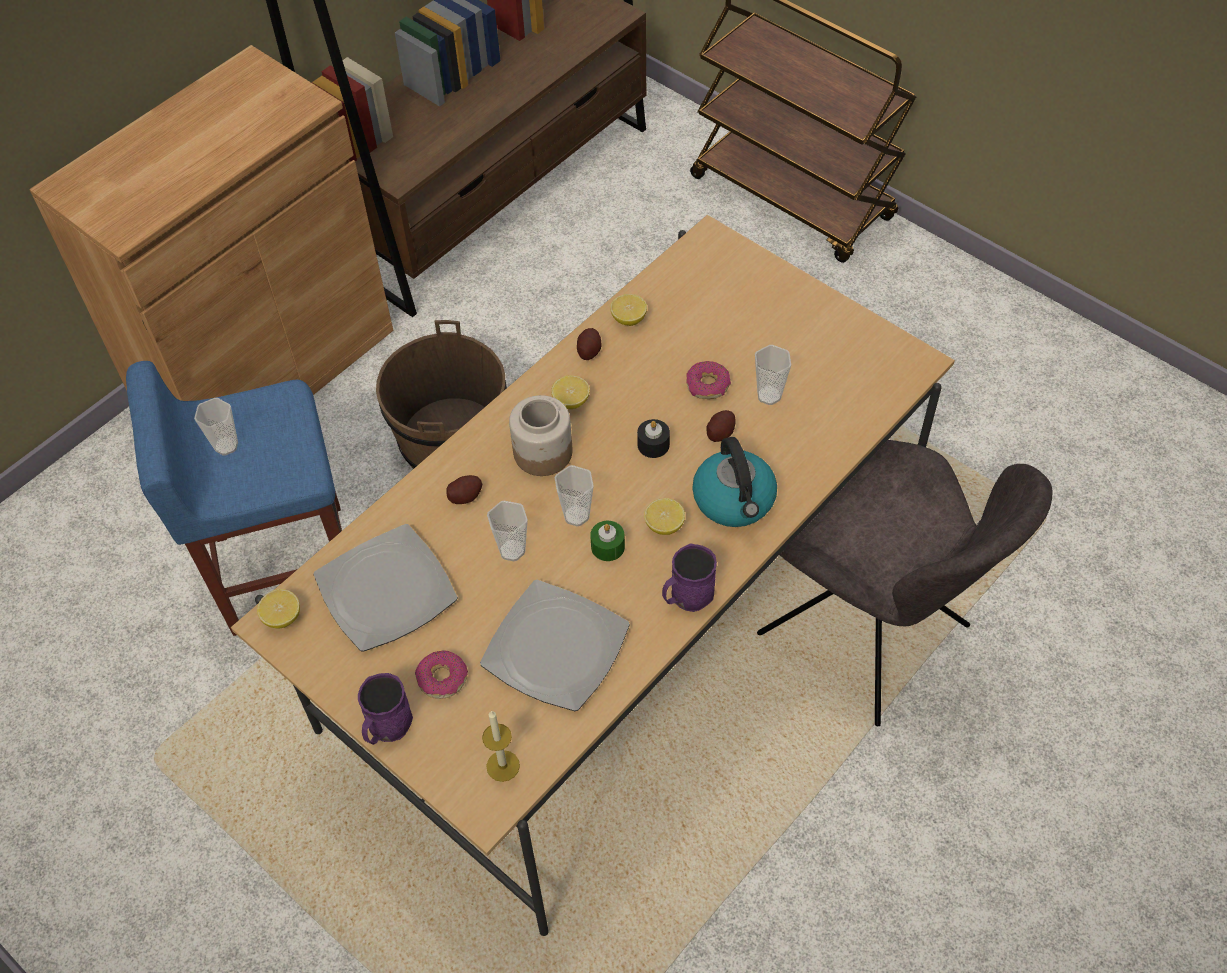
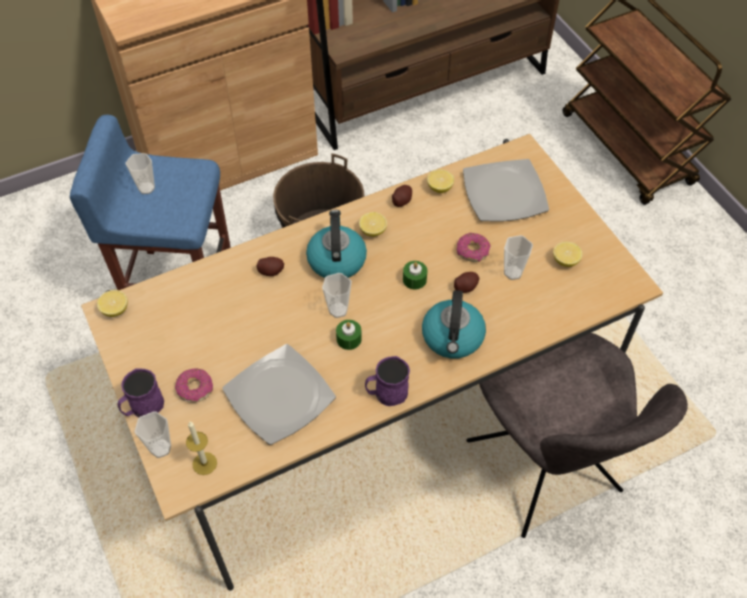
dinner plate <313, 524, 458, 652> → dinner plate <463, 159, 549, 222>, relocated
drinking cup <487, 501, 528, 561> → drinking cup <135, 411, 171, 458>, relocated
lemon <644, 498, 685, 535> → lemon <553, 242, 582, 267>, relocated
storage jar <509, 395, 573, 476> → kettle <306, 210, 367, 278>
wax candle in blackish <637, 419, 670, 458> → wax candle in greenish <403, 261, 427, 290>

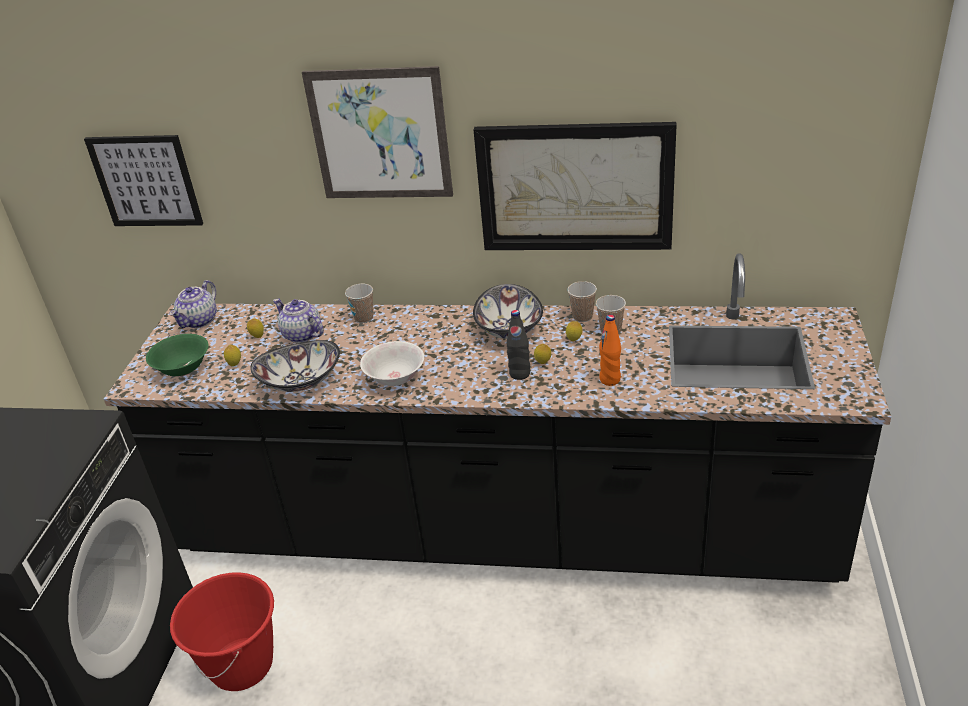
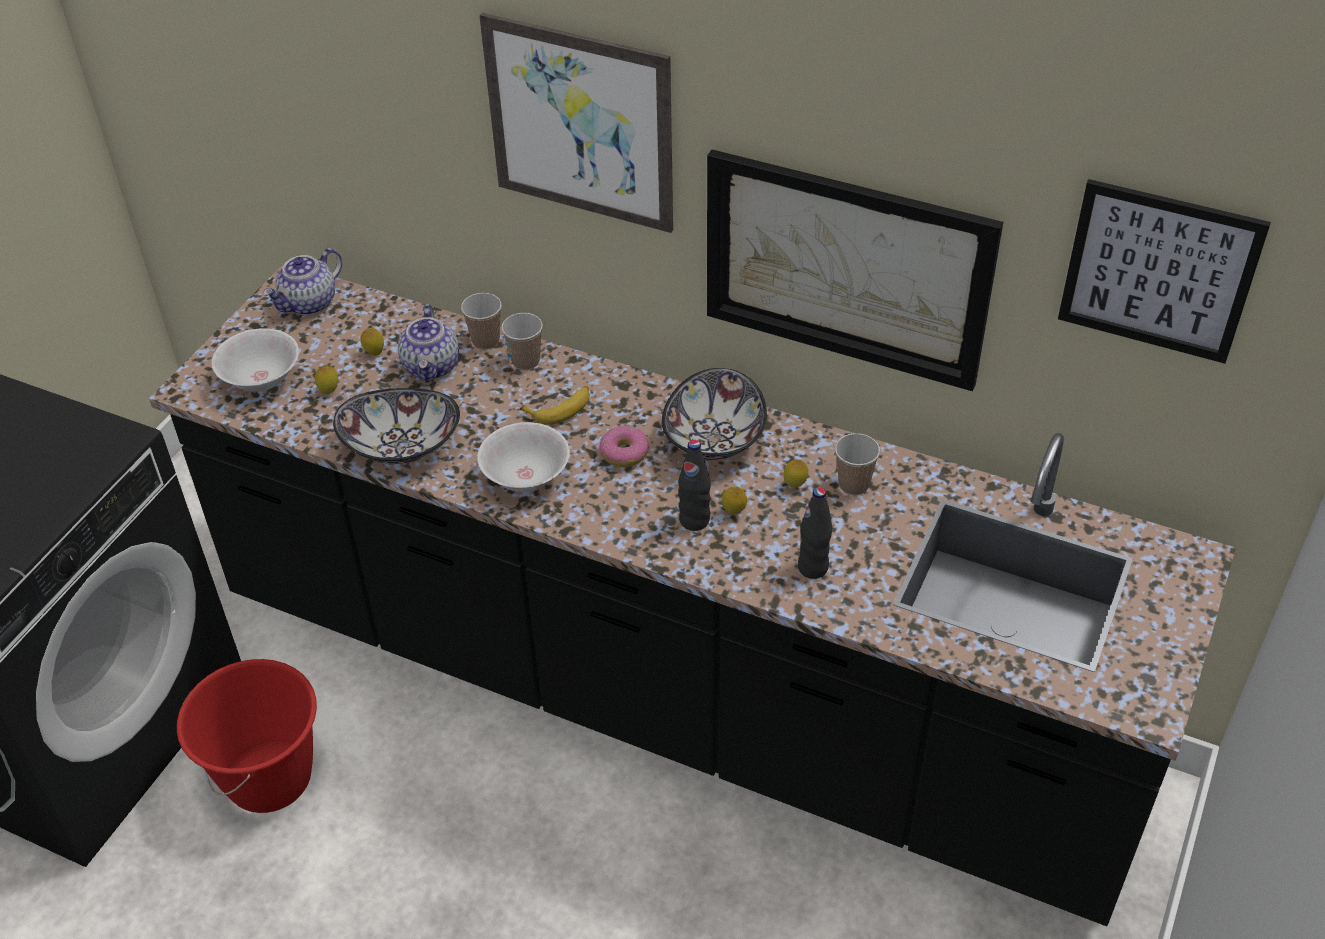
- → whole banana <520, 386, 590, 425>
- → ring doughnut <599, 426, 649, 467>
picture <84, 135, 203, 226> → picture <1058, 179, 1271, 364>, relocated
drinking cup <567, 281, 597, 322> → drinking cup <461, 293, 502, 350>, relocated
deep dish in greenish <146, 334, 209, 376> → deep dish in white <212, 328, 299, 392>
beverage bottle in orange <599, 315, 621, 386> → beverage bottle in blackish <798, 487, 832, 579>
teapot <273, 299, 324, 343> → teapot <398, 304, 459, 383>, 150 degrees counterclockwise

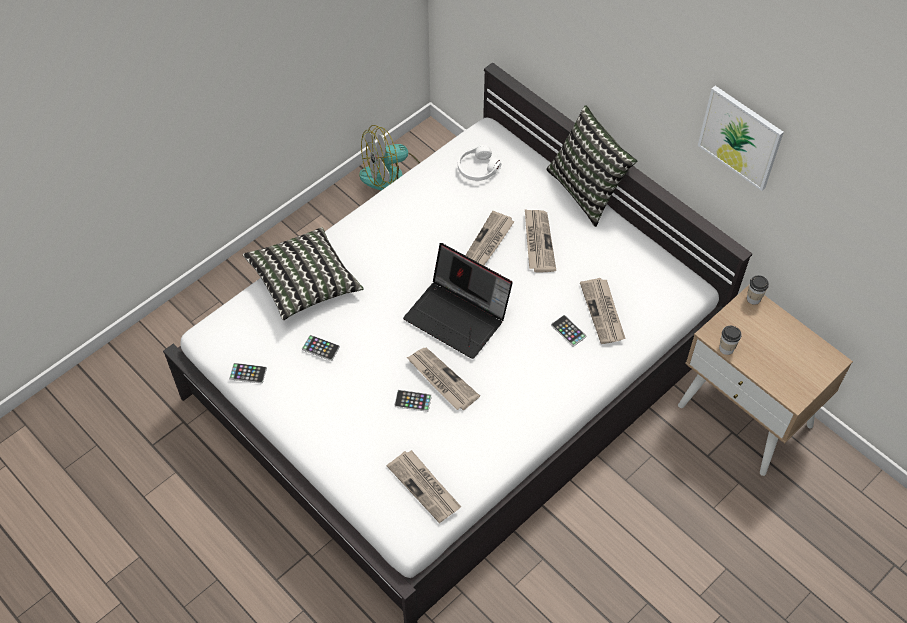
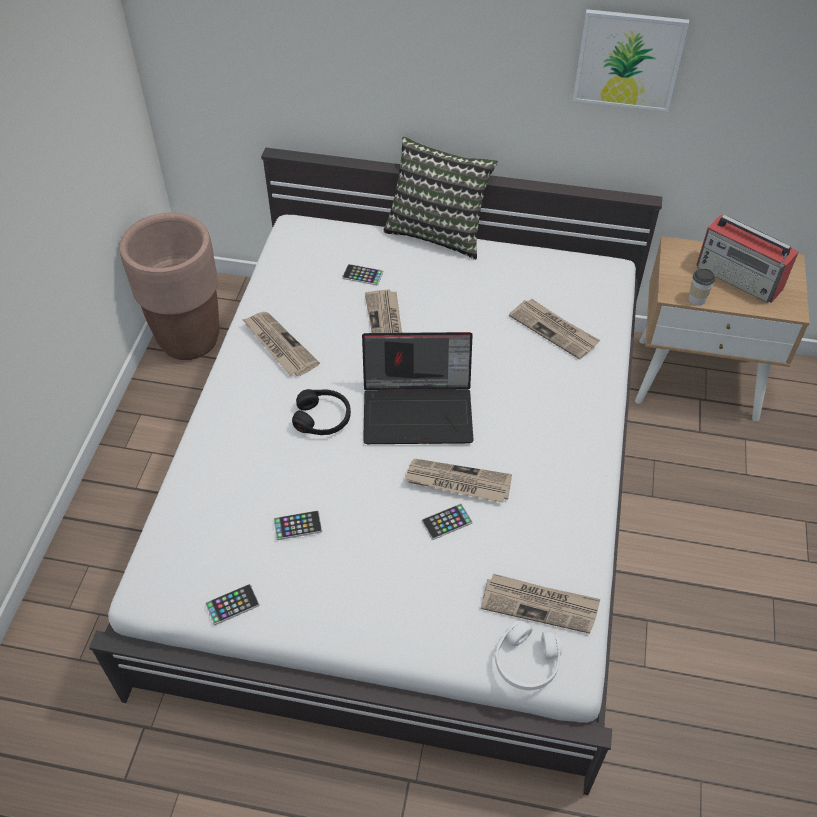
pillow <243, 227, 364, 320> → -
drinking cup <747, 275, 769, 305> → -
- → pair of headphones in blackish <292, 389, 351, 435>
- → radio set <696, 215, 799, 303>
pair of headphones in white <458, 145, 501, 181> → pair of headphones in white <495, 621, 562, 691>, relocated
newspaper <525, 209, 556, 273> → newspaper <242, 312, 320, 377>, relocated
phone <551, 315, 586, 346> → phone <342, 264, 383, 285>, relocated
electric fan <359, 125, 420, 191> → flower pot in brownish <119, 213, 219, 360>

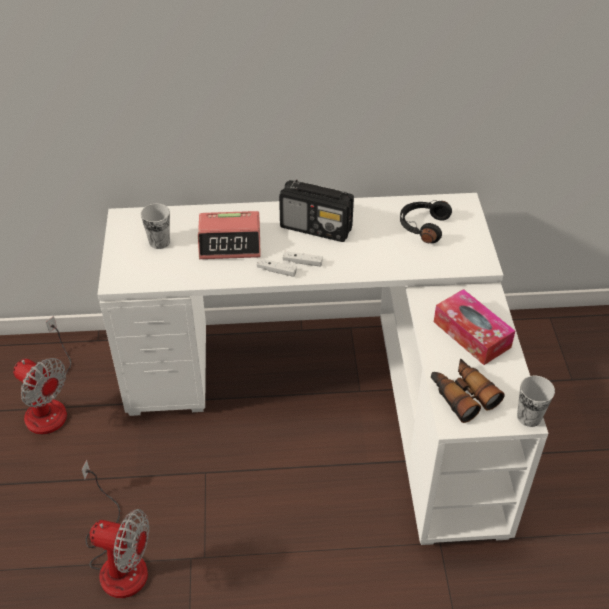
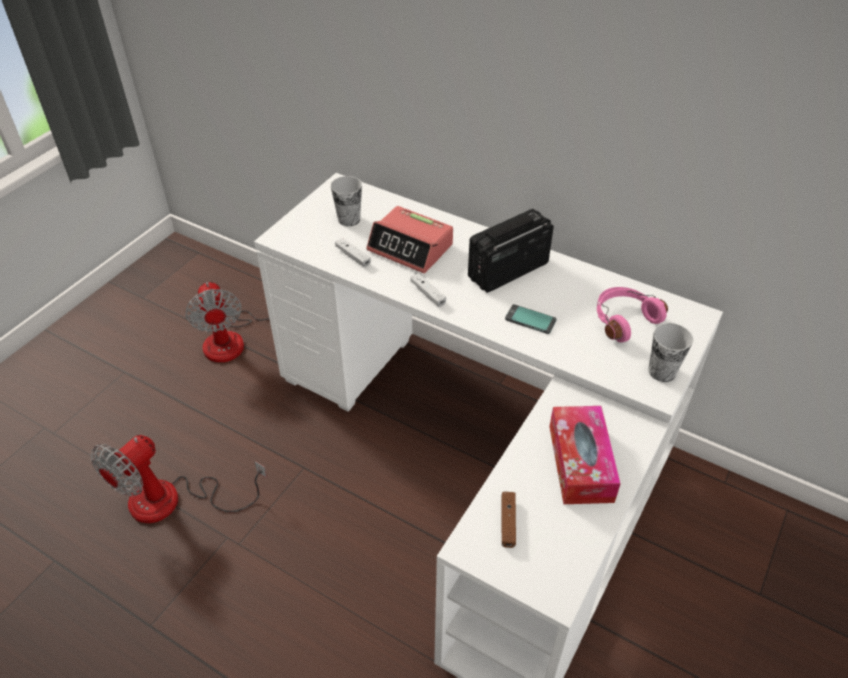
- → phone <505, 304, 557, 334>
game controller in white <283, 251, 323, 266> → game controller in white <335, 238, 371, 267>, relocated
drinking cup <517, 376, 555, 427> → drinking cup <648, 323, 693, 382>, relocated
binoculars <431, 358, 505, 423> → game controller in brownish <501, 492, 516, 548>
pair of headphones in blackish <400, 200, 452, 243> → pair of headphones in pinkish <597, 287, 668, 342>
electric fan <82, 460, 149, 598> → electric fan <90, 435, 267, 523>, 75 degrees clockwise
radio set <279, 180, 354, 242> → radio set <468, 209, 554, 293>, 90 degrees clockwise

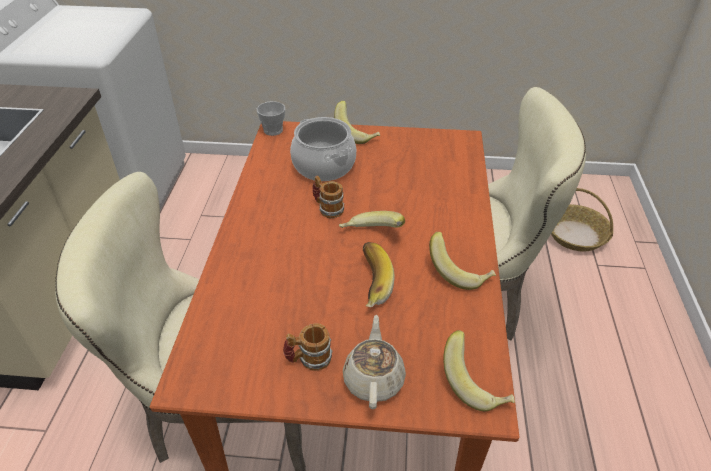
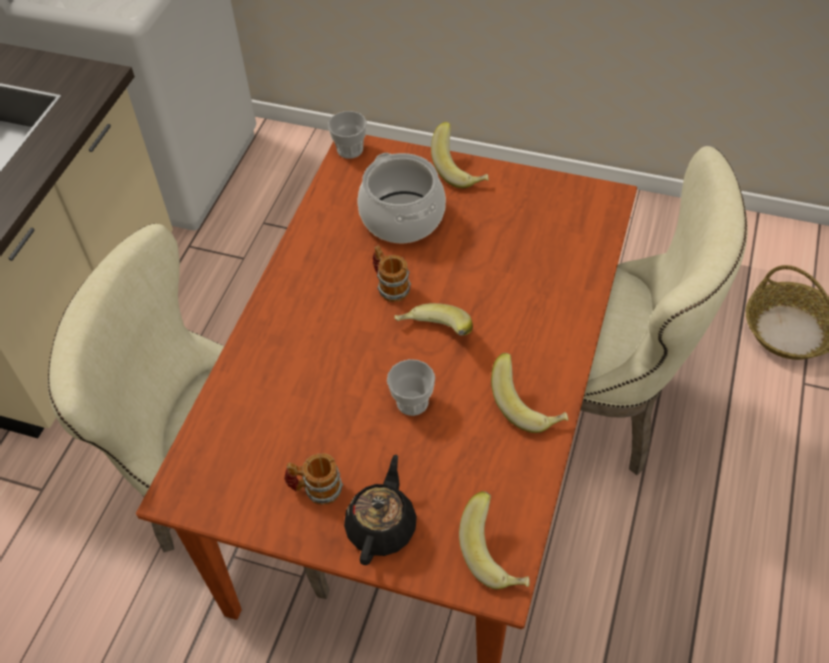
whole banana <363, 242, 395, 307> → drinking cup <387, 359, 435, 416>
teapot in beige <343, 315, 406, 409> → teapot in blackish <344, 454, 417, 565>

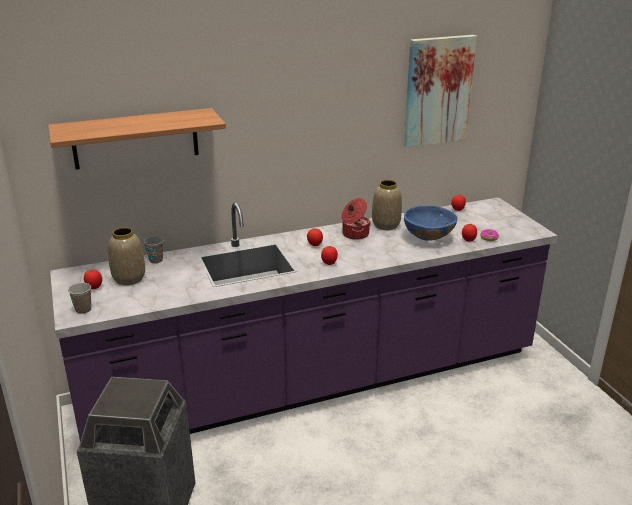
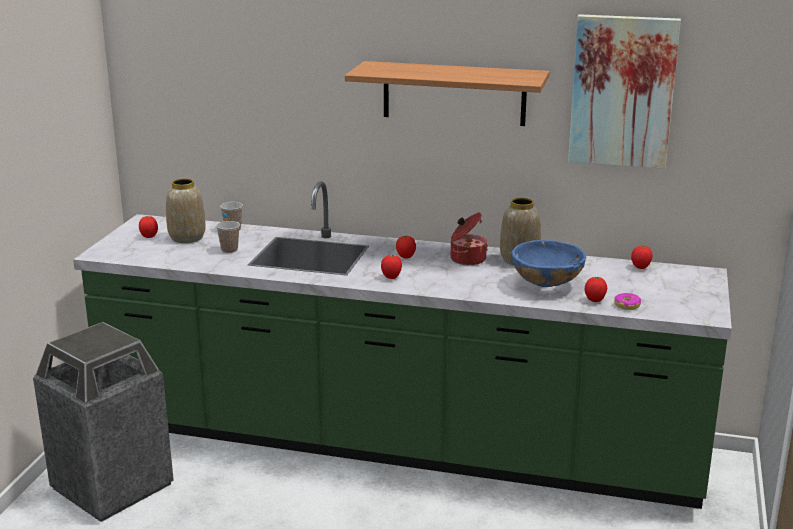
bracket shelf <48, 108, 226, 170> → bracket shelf <345, 61, 549, 126>, relocated
drinking cup <68, 283, 91, 314> → drinking cup <216, 221, 240, 253>, relocated
counter in purple <50, 197, 558, 442> → counter in greenish <73, 181, 732, 509>

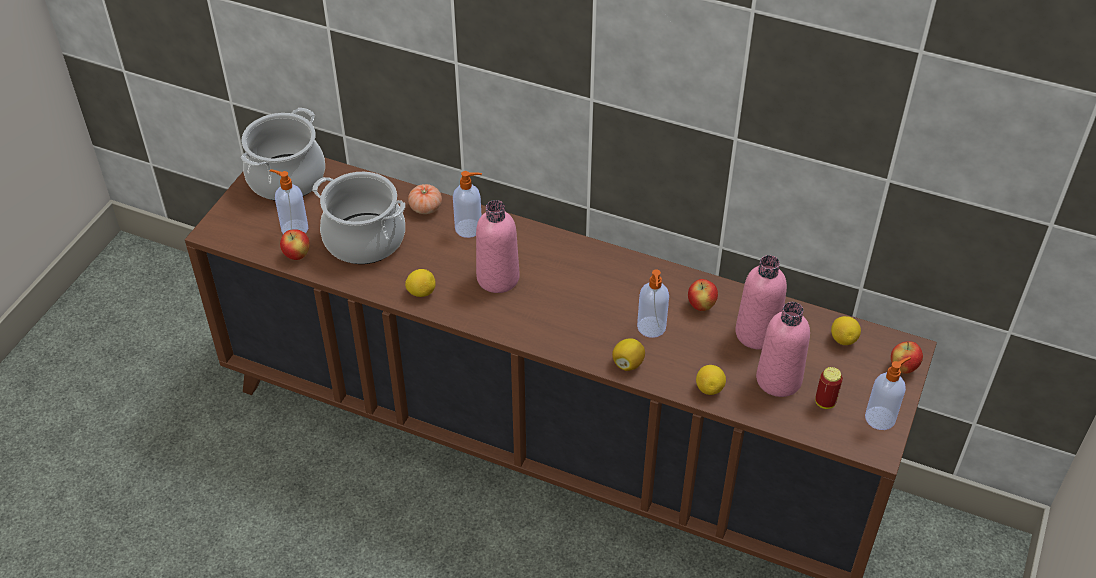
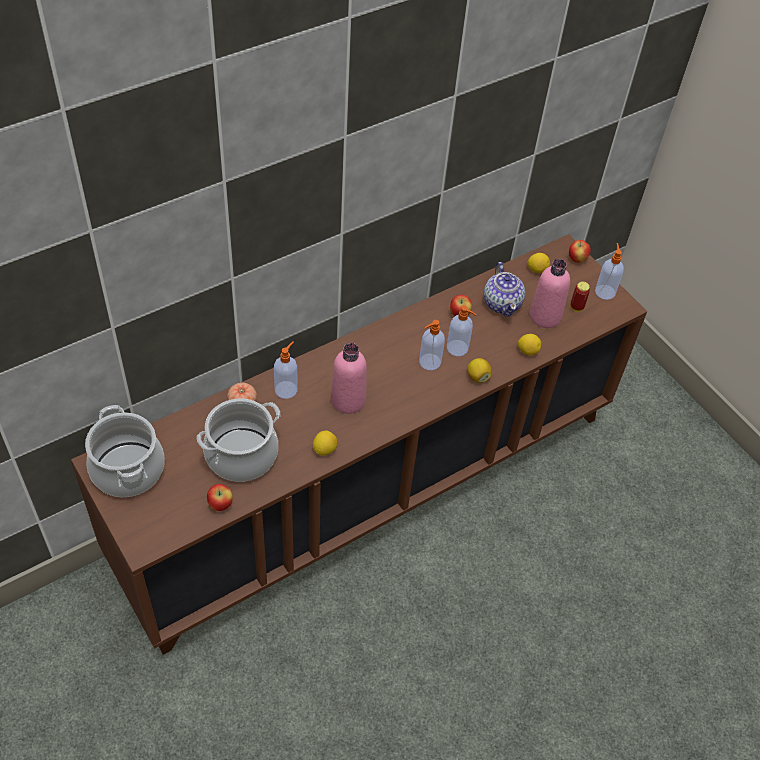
soap bottle <269, 169, 308, 234> → soap bottle <419, 320, 445, 370>, relocated
beverage bottle in pinkish <735, 255, 787, 350> → teapot <484, 262, 525, 317>

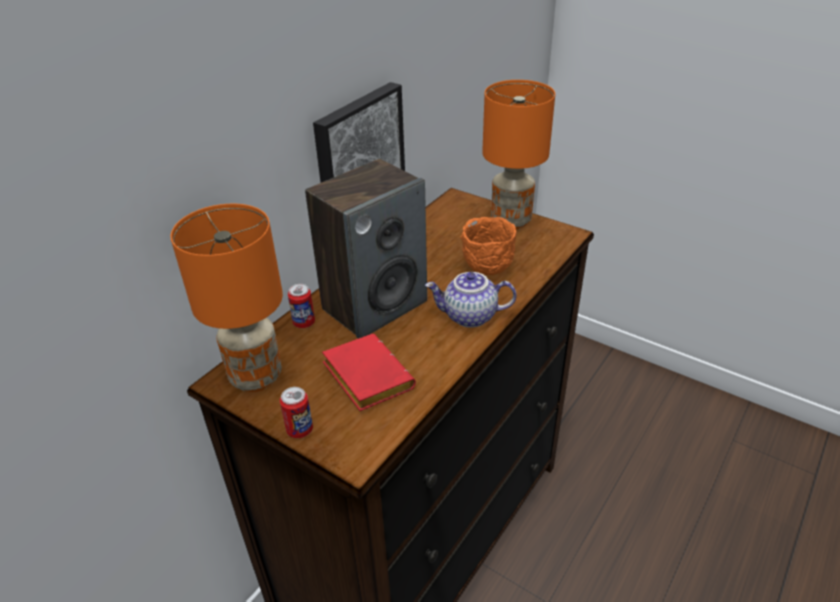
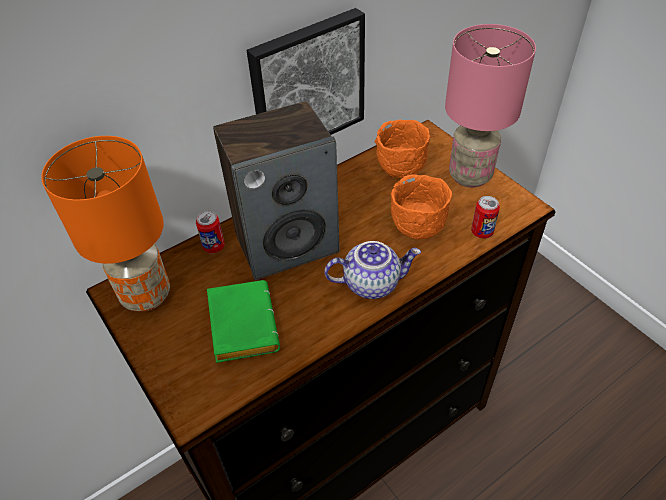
- → deep dish in orange <374, 120, 430, 178>
sealed can <280, 387, 313, 438> → sealed can <471, 196, 500, 239>, relocated
book in red-coloured <322, 334, 416, 411> → book in greenish <207, 280, 280, 363>
tabletop lamp in orange <482, 80, 555, 230> → tabletop lamp in pinkish <445, 24, 536, 188>
teapot <425, 272, 516, 328> → teapot <325, 241, 421, 299>, 150 degrees clockwise

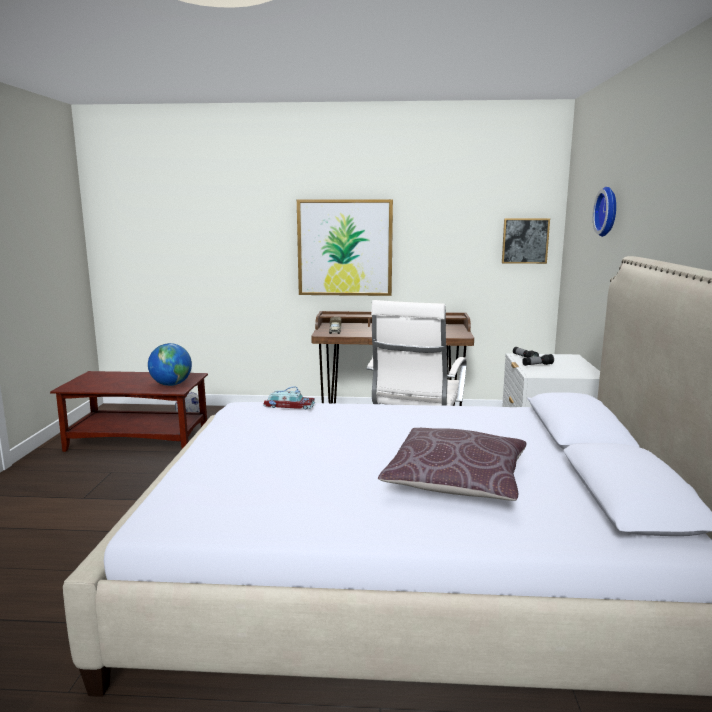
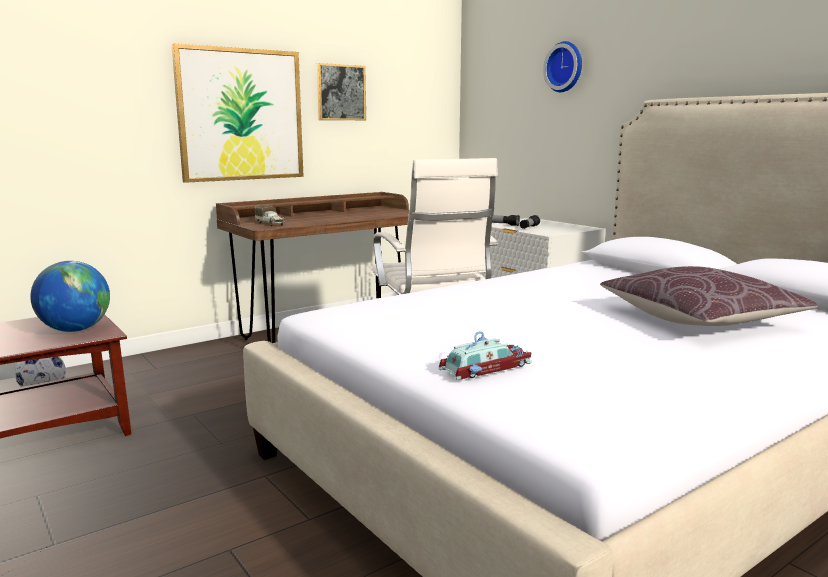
miniature car <263, 386, 315, 409> → miniature car <438, 331, 532, 380>, relocated
picture <502, 218, 550, 264> → picture <317, 63, 366, 120>, relocated

